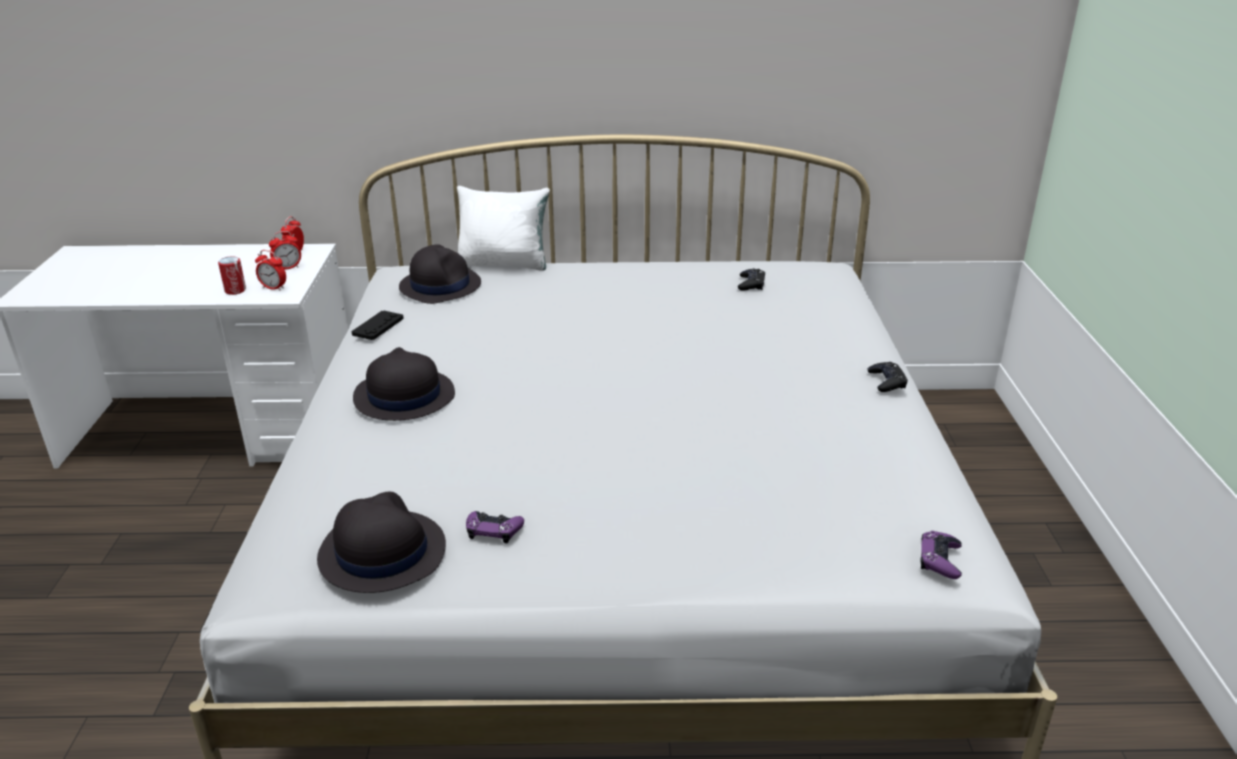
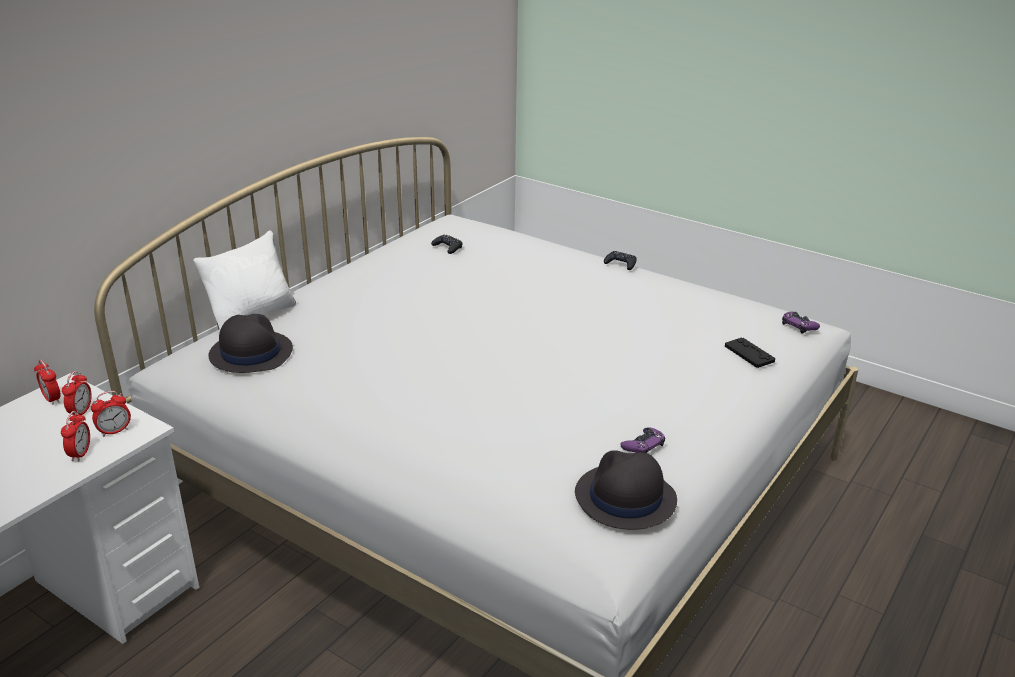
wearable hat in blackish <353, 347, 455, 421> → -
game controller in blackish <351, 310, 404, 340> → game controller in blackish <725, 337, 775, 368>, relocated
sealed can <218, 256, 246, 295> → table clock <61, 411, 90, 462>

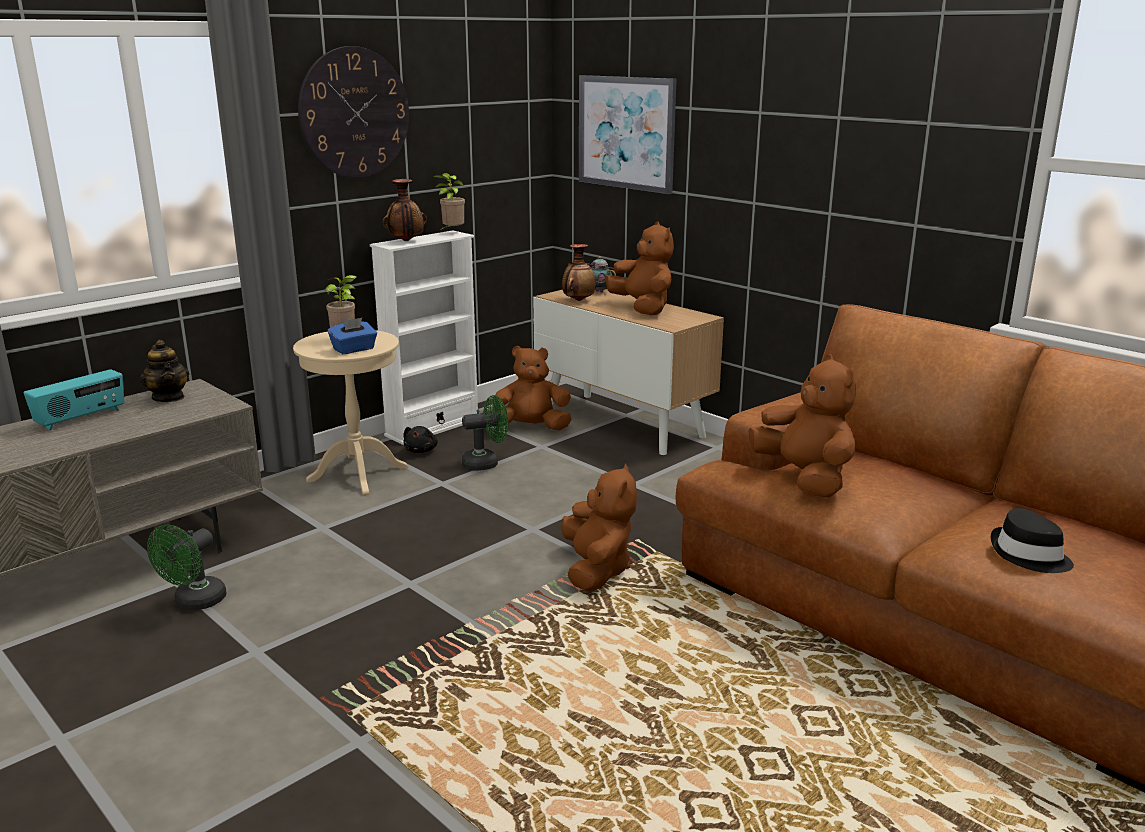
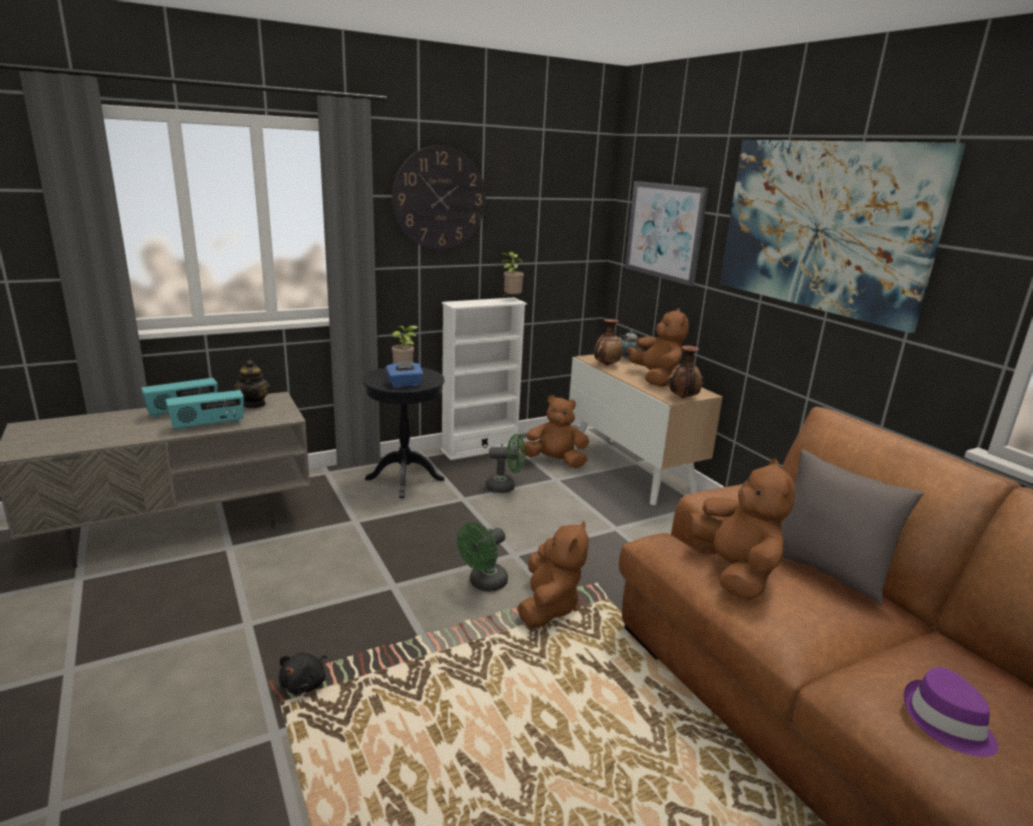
- → radio set <165, 390, 244, 432>
- → picture <720, 140, 966, 333>
- → pillow in gray <781, 449, 924, 606>
electric fan in greenish <147, 525, 227, 610> → electric fan in greenish <457, 522, 508, 592>, relocated
vase <382, 179, 427, 241> → vase <666, 345, 704, 398>, relocated
cuddly toy in blackish <403, 426, 438, 453> → cuddly toy in blackish <279, 653, 327, 694>, relocated
accent table in beige <293, 330, 408, 495> → accent table in blackish <362, 367, 445, 498>
wearable hat in blackish <990, 508, 1074, 573> → wearable hat in purple <904, 667, 998, 757>

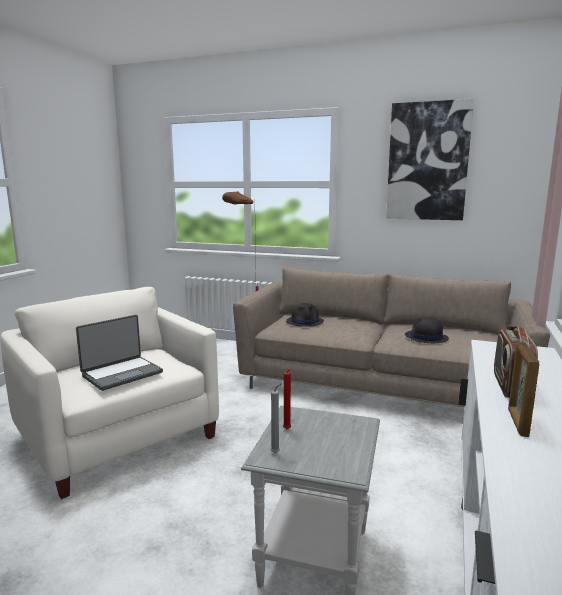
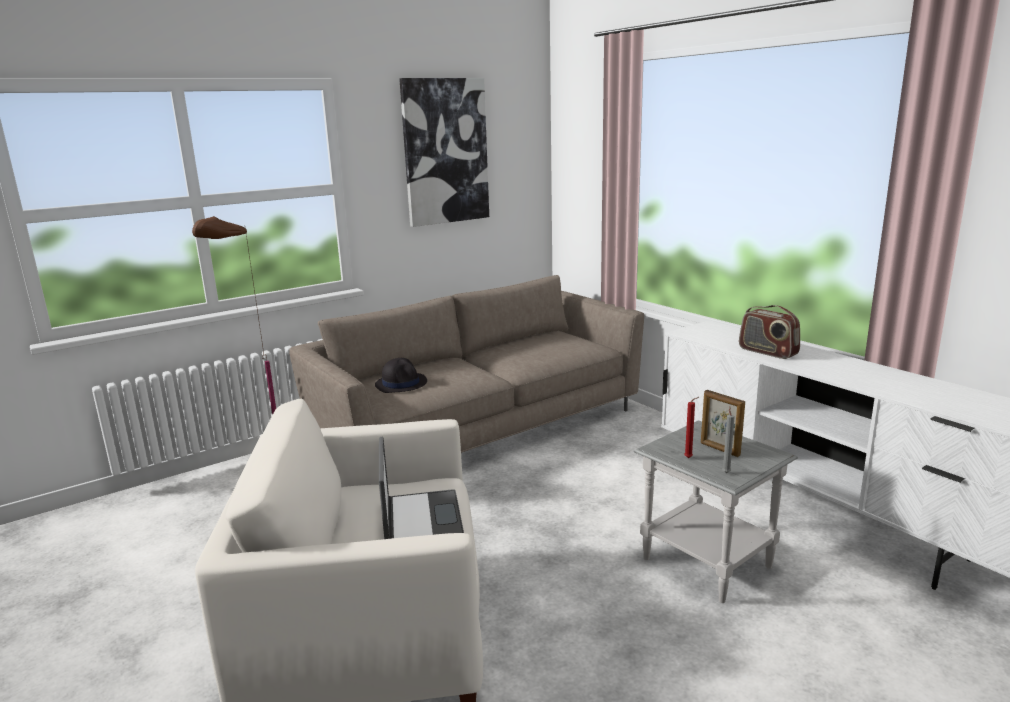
wearable hat in blackish <405, 317, 449, 343> → -
photo frame <508, 342, 540, 437> → photo frame <701, 390, 745, 457>, relocated

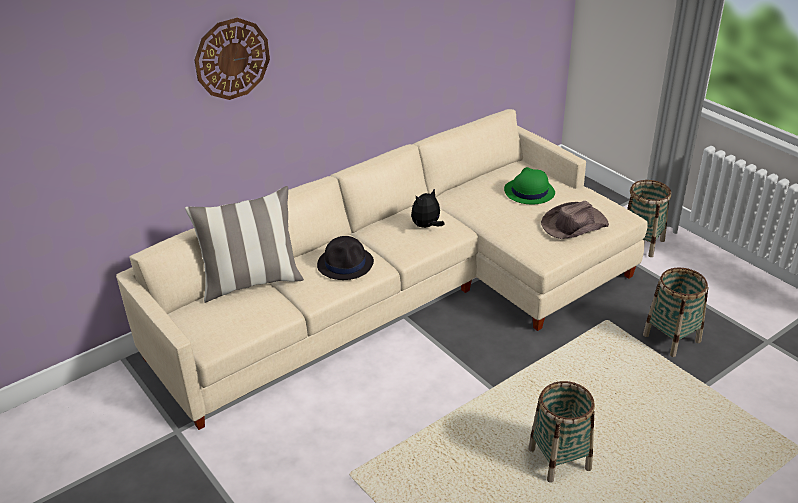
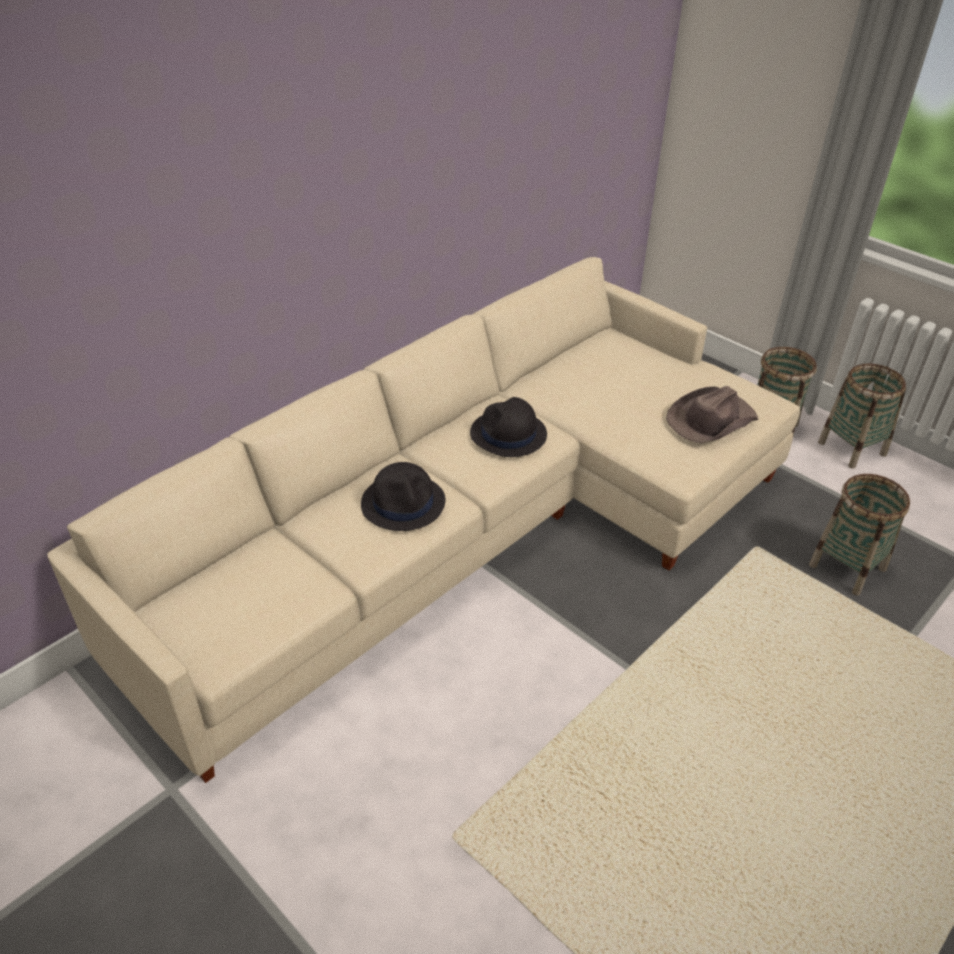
pillow <185, 186, 304, 303> → -
wall clock <195, 18, 270, 100> → -
wearable hat in greenish <504, 167, 555, 204> → -
basket <528, 381, 595, 483> → basket <818, 363, 906, 469>, relocated
cuddly toy <411, 189, 445, 228> → wearable hat in blackish <470, 397, 547, 457>

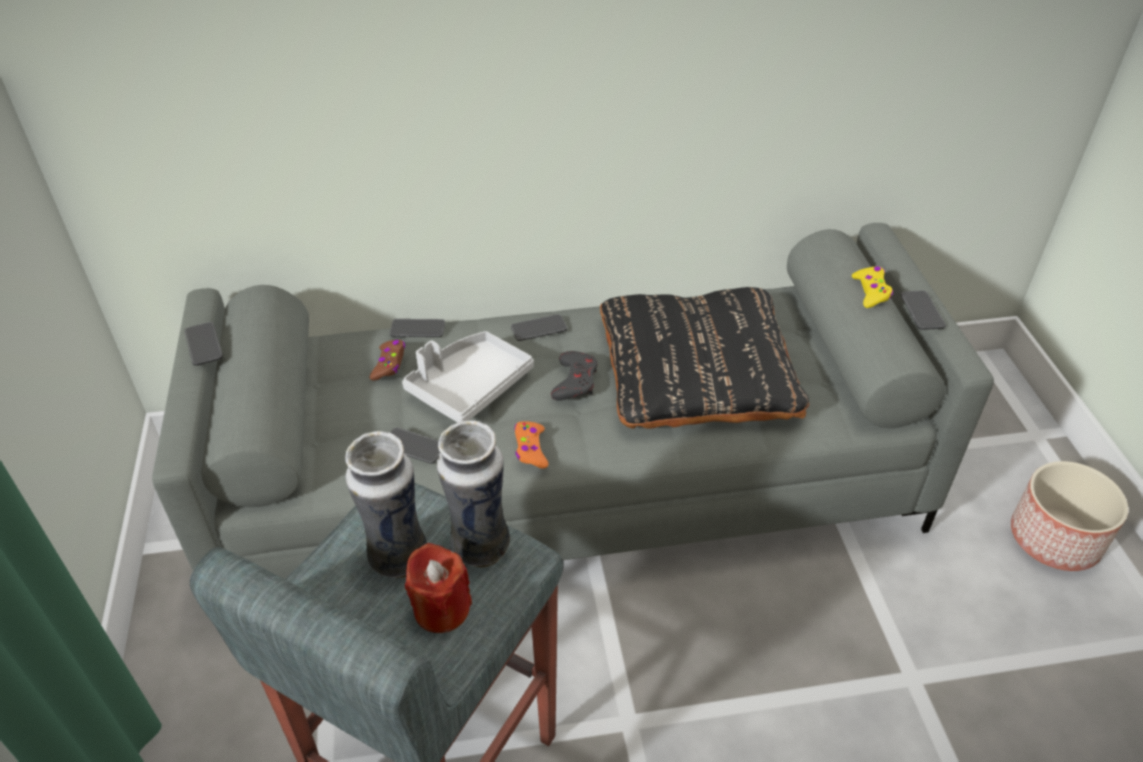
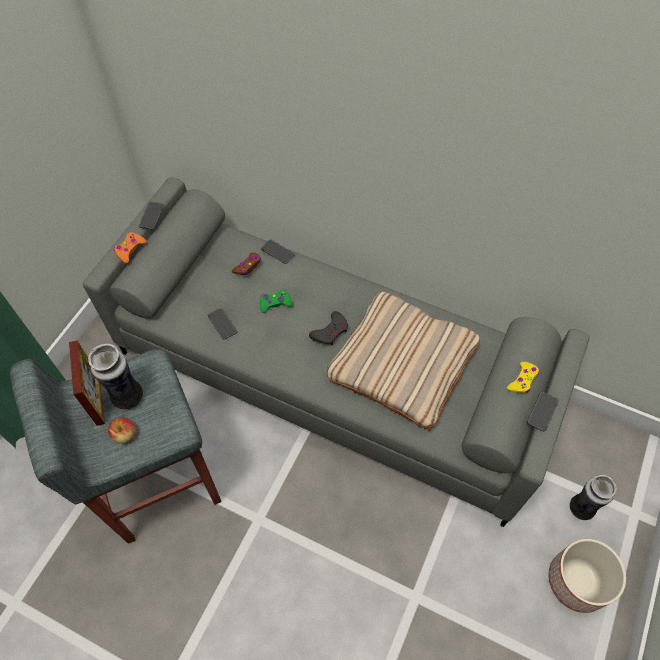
phone <511, 314, 567, 341> → -
- → photo frame <69, 340, 105, 426>
vase <437, 420, 510, 568> → vase <570, 475, 617, 520>, relocated
game controller in orange <514, 421, 549, 468> → game controller in orange <114, 232, 147, 263>, relocated
tray in gray <402, 331, 534, 423> → game controller in greenish <260, 290, 293, 313>
wax candle in red-coloured <405, 543, 472, 633> → whole apple <108, 418, 136, 444>
pillow in blackish <600, 287, 809, 429> → pillow in beige <327, 292, 480, 430>

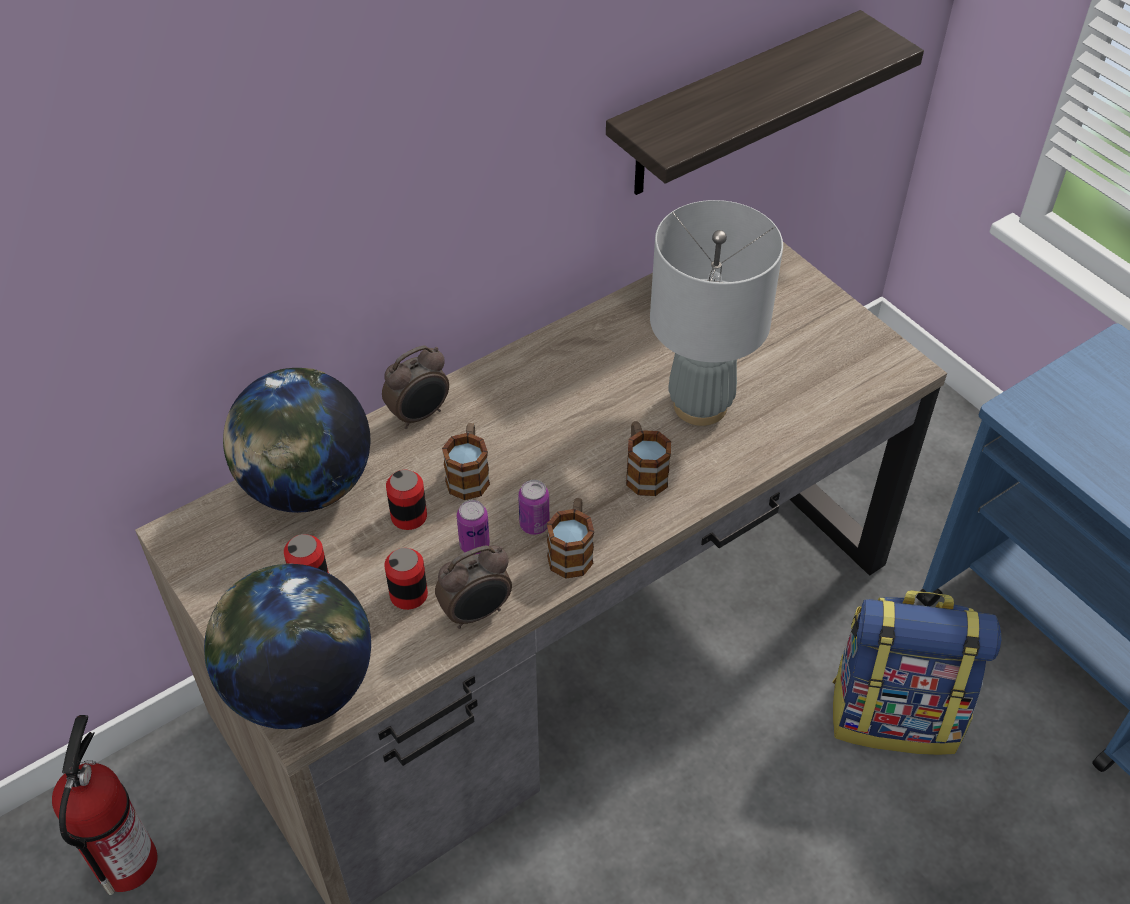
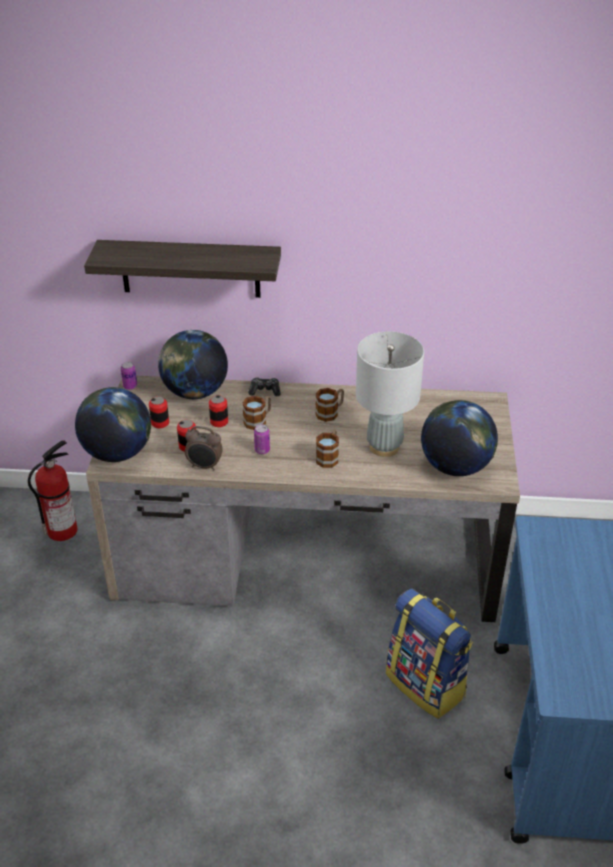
- → world globe <421, 400, 498, 476>
sealed can <457, 500, 490, 555> → sealed can <121, 361, 137, 390>, relocated
tea mug <547, 498, 594, 579> → tea mug <315, 388, 344, 422>, relocated
bracket shelf <606, 10, 924, 195> → bracket shelf <84, 240, 281, 298>, relocated
table clock <382, 345, 449, 429> → game controller <248, 377, 281, 396>

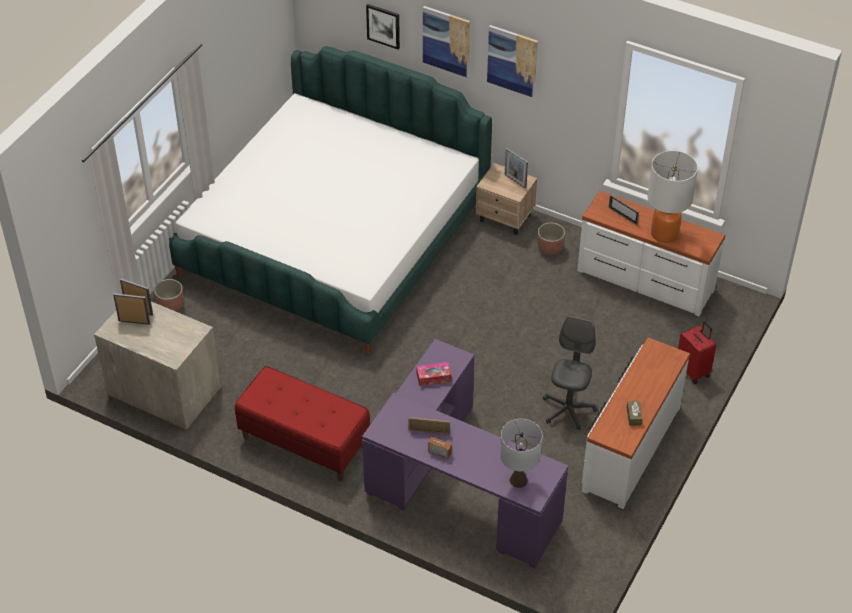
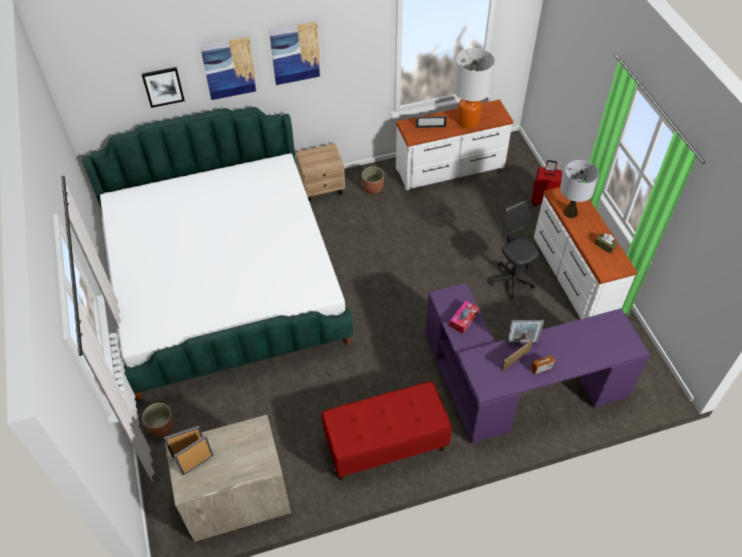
tabletop lamp in gray <500, 419, 543, 488> → tabletop lamp in gray <560, 160, 599, 218>, relocated
photo frame <505, 148, 528, 188> → photo frame <507, 320, 544, 343>, relocated

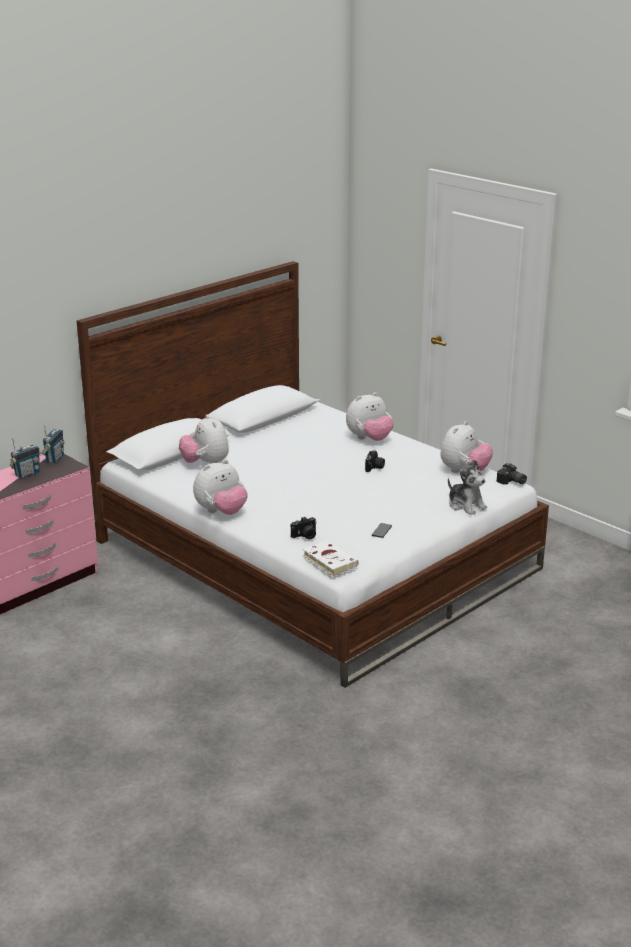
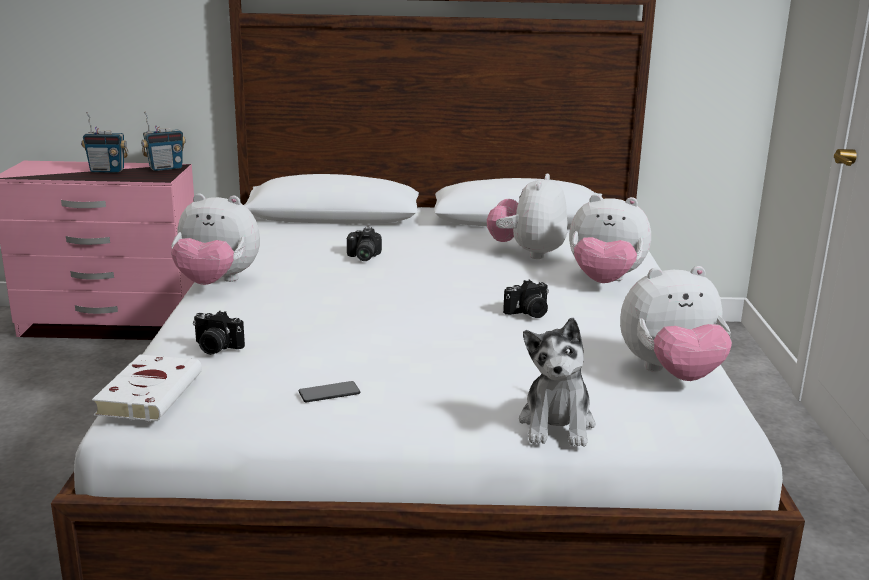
cuddly toy <179, 415, 229, 464> → cuddly toy <487, 174, 568, 259>, relocated
photo camera <497, 463, 527, 485> → photo camera <347, 227, 382, 261>, relocated

